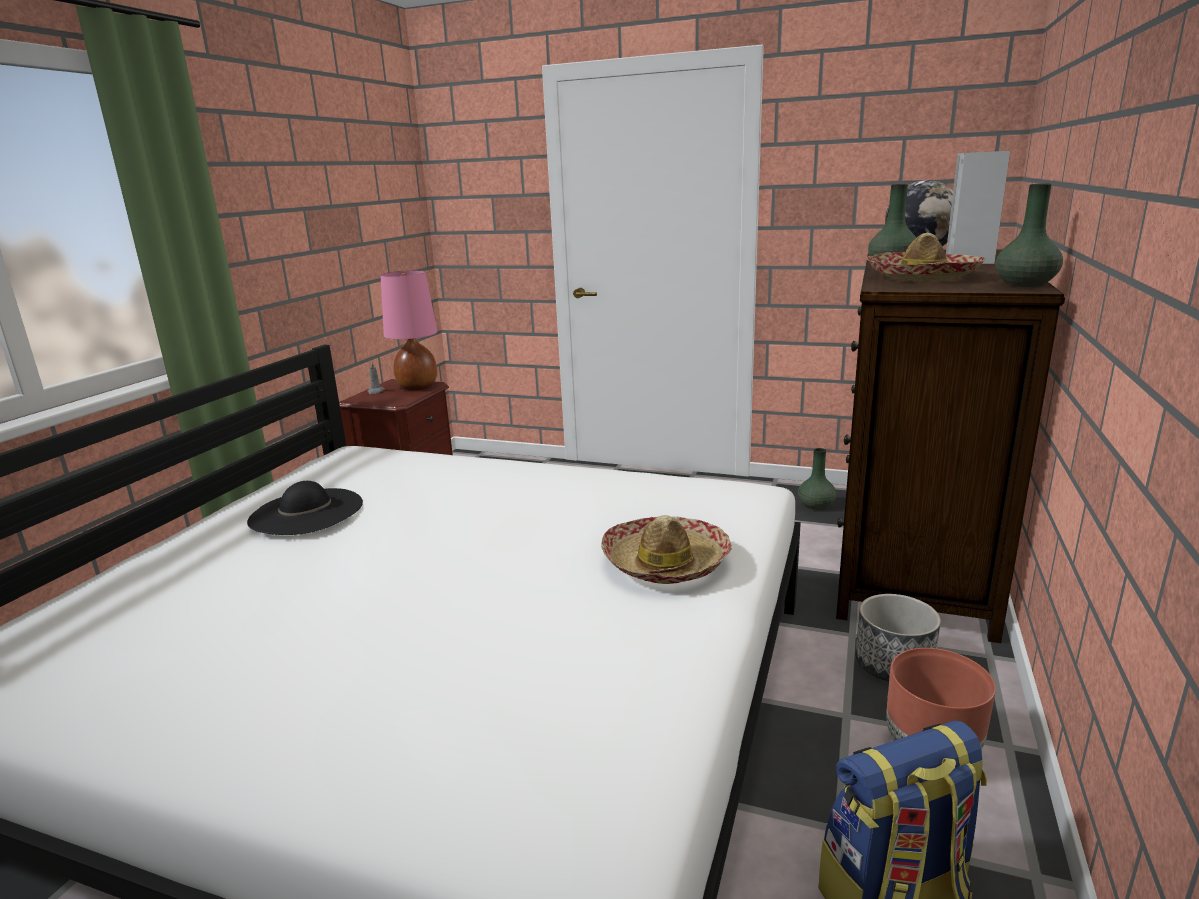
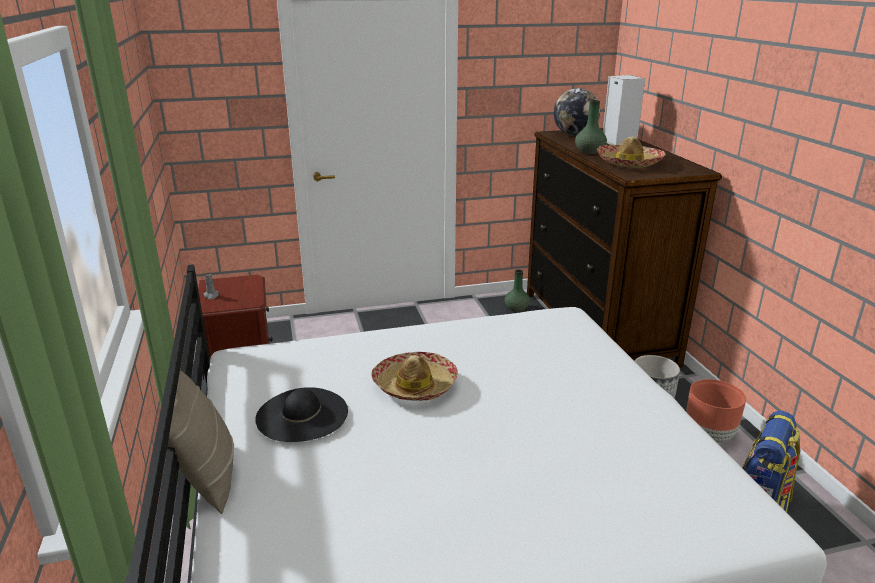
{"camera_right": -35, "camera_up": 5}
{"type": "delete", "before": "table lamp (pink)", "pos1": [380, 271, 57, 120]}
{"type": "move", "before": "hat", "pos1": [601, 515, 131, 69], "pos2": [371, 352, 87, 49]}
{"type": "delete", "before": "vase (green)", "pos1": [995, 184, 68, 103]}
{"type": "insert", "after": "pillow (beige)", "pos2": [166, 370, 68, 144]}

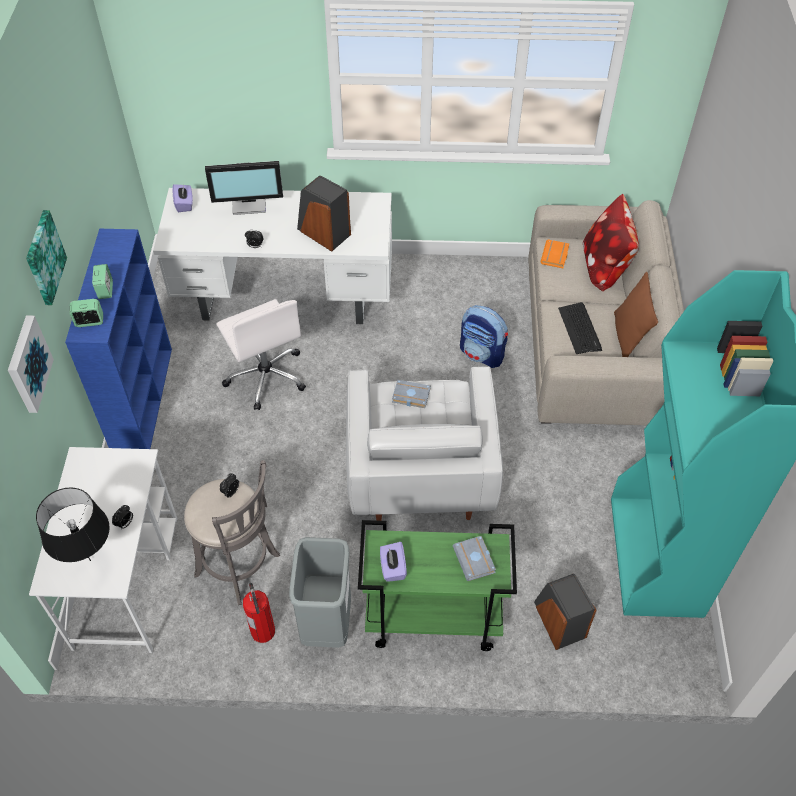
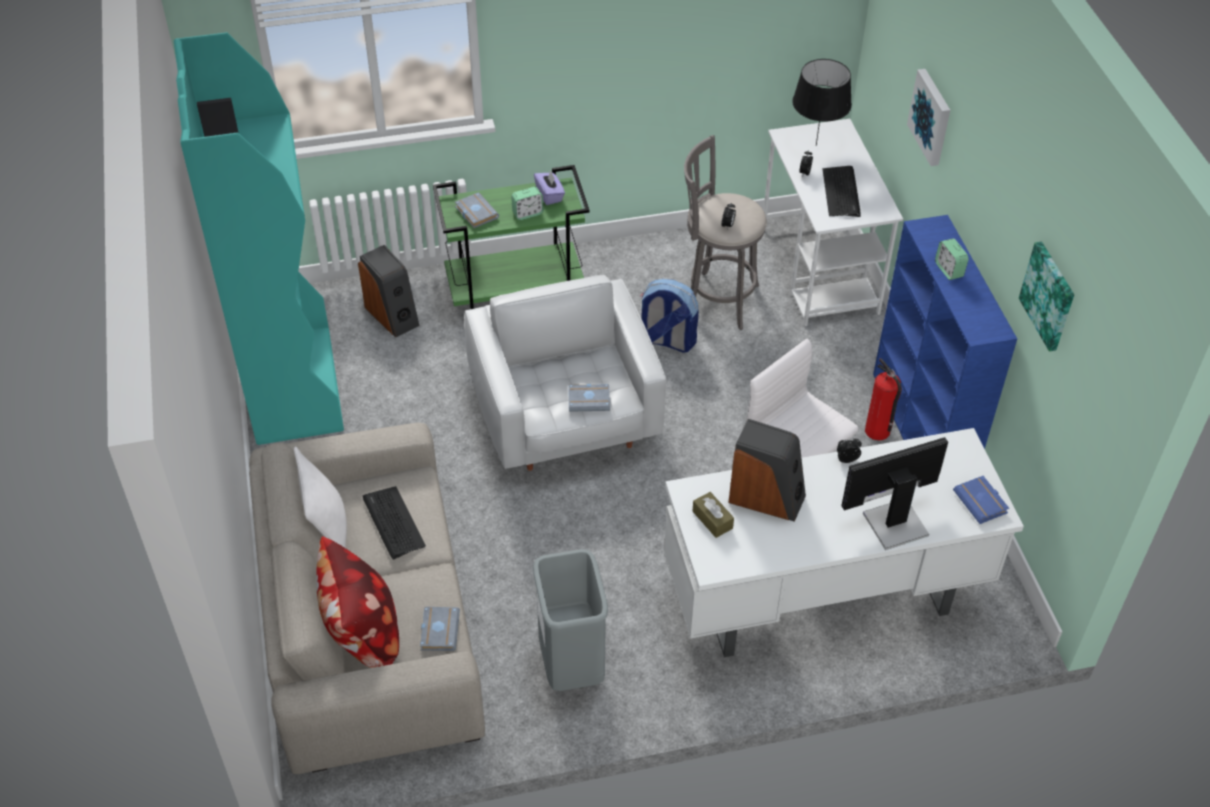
{"camera_right": 165, "camera_up": -5}
{"type": "move", "before": "picture", "pos1": [26, 210, 41, 95], "pos2": [1019, 241, 55, 111]}
{"type": "move", "before": "alarm clock", "pos1": [70, 299, 33, 28], "pos2": [511, 187, 33, 33]}
{"type": "replace", "before": "tissue box (purple)", "after": "book (blue)", "pos1": [172, 184, 21, 28], "pos2": [953, 476, 56, 48]}
{"type": "move", "before": "fire extinguisher", "pos1": [243, 583, 32, 60], "pos2": [865, 358, 37, 83]}
{"type": "move", "before": "trash can (grey)", "pos1": [289, 537, 62, 111], "pos2": [533, 549, 75, 142]}
{"type": "move", "before": "backpack", "pos1": [460, 305, 48, 63], "pos2": [640, 279, 59, 74]}
{"type": "recolor", "before": "book (orange)", "after": "book (grey)", "pos1": [540, 240, 29, 28], "pos2": [420, 607, 40, 44]}
{"type": "recolor", "before": "pillow (brown)", "after": "pillow (white)", "pos1": [614, 272, 44, 85], "pos2": [294, 447, 53, 101]}
{"type": "insert", "after": "tissue box (brown)", "pos2": [692, 492, 42, 46]}
{"type": "insert", "after": "keyboard", "pos2": [823, 166, 38, 51]}

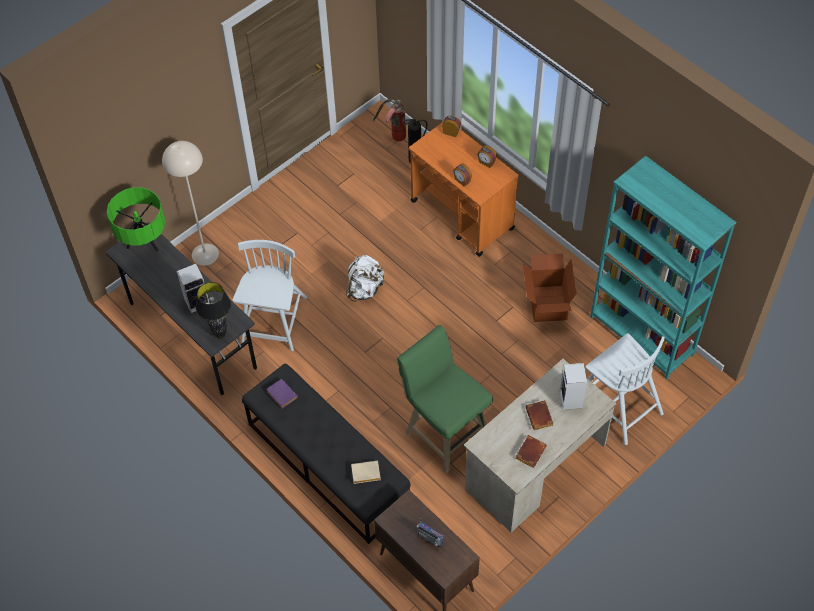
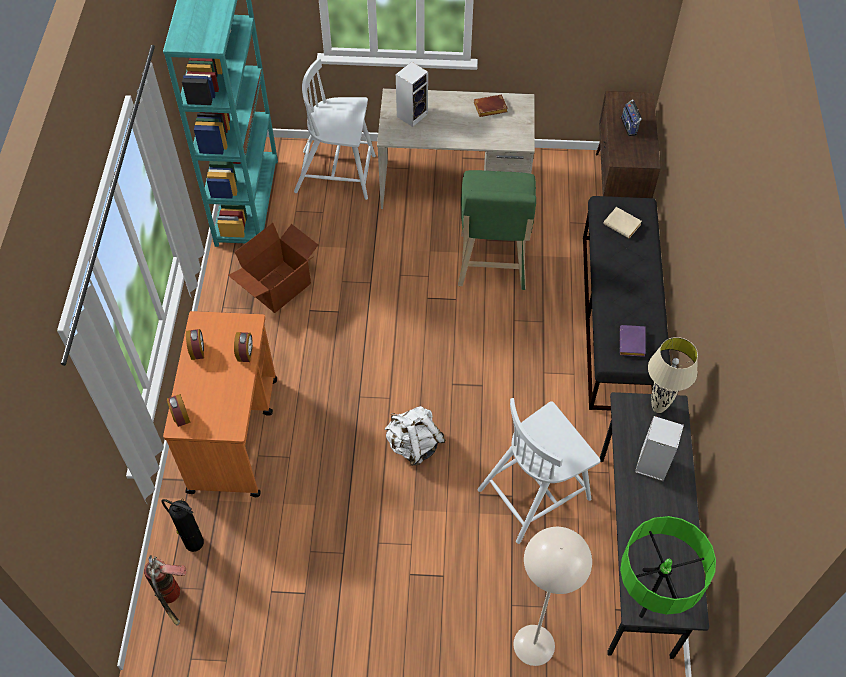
{"camera_right": -135, "camera_up": 0}
{"type": "recolor", "before": "table lamp (black)", "after": "table lamp (beige)", "pos1": [196, 282, 35, 57], "pos2": [648, 337, 50, 76]}
{"type": "delete", "before": "book (brown)", "pos1": [525, 400, 28, 30]}
{"type": "rotate", "before": "chair (white)", "pos1": [585, 333, 80, 112], "pos2": [294, 58, 82, 142], "turn": -90}

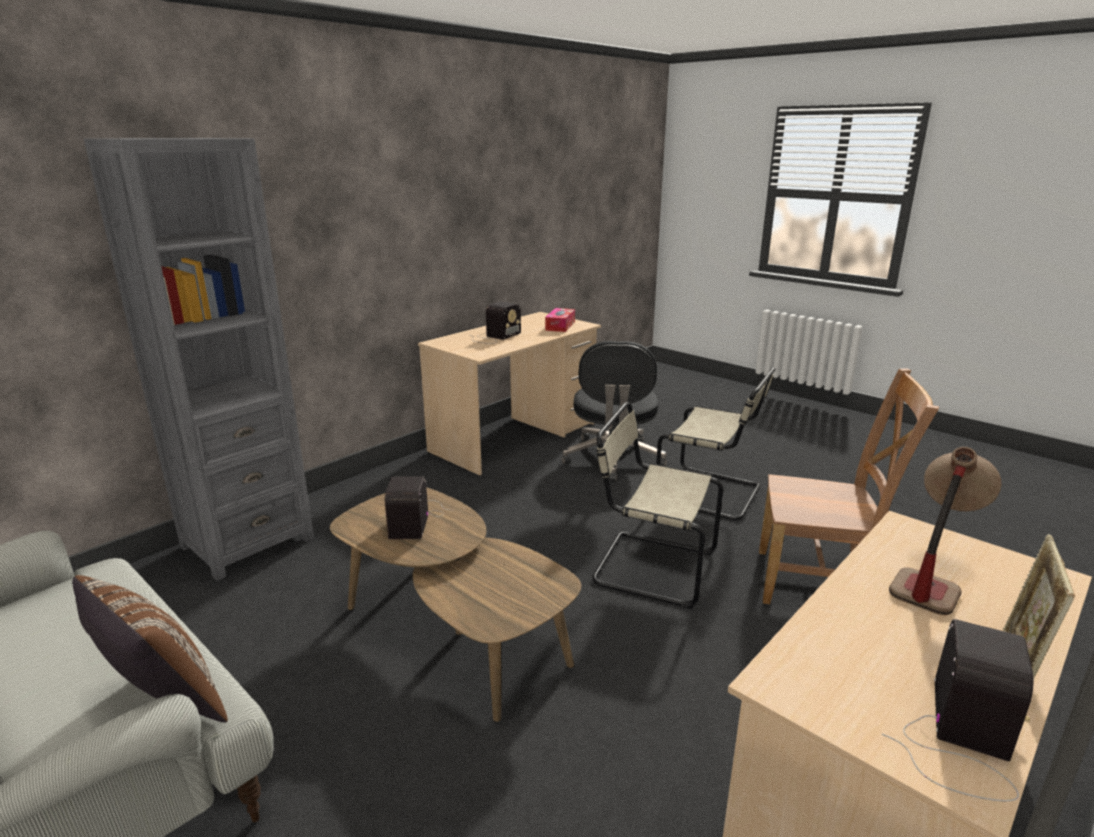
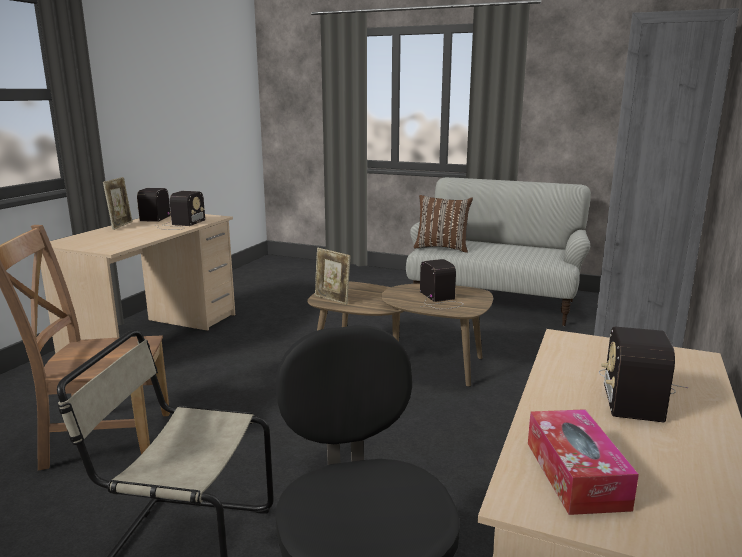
{"camera_right": 160, "camera_up": -5}
{"type": "delete", "before": "chair (beige)", "pos1": [592, 402, 131, 207]}
{"type": "delete", "before": "table lamp", "pos1": [889, 447, 112, 168]}
{"type": "insert", "after": "radio", "pos2": [156, 191, 49, 39]}
{"type": "insert", "after": "picture frame", "pos2": [315, 248, 35, 57]}

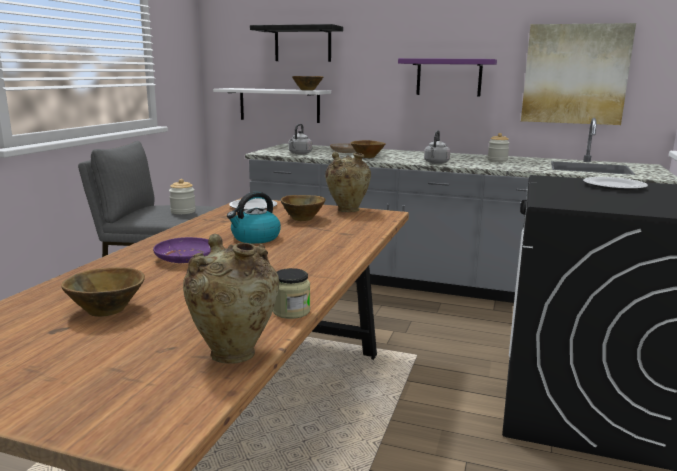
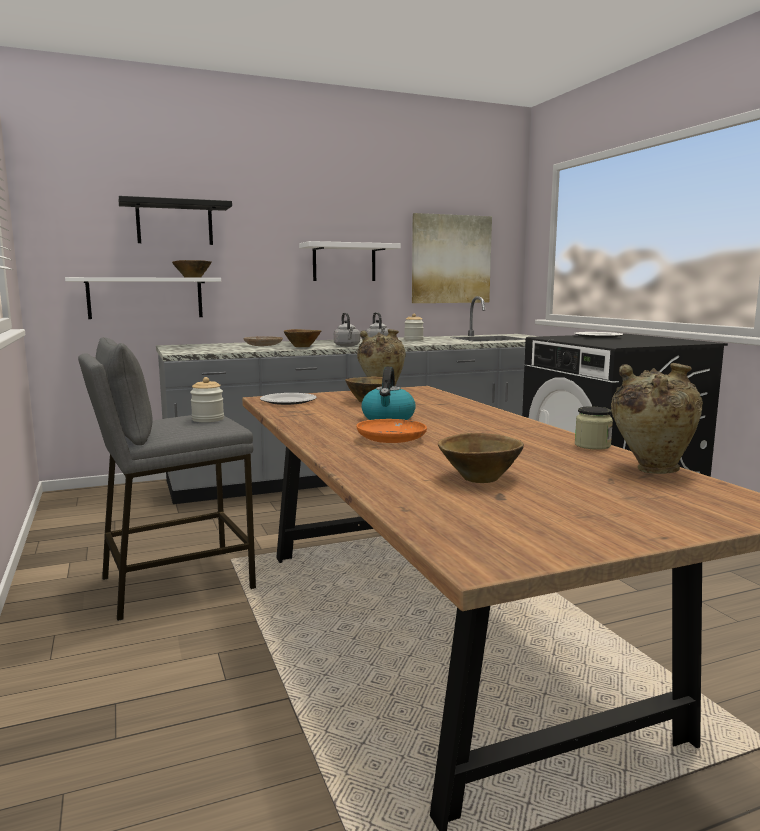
{"camera_right": -40, "camera_up": -5}
{"type": "recolor", "before": "plate (purple)", "after": "plate (orange)", "pos1": [153, 237, 57, 26], "pos2": [356, 419, 71, 24]}
{"type": "move", "before": "kettle (grey)", "pos1": [289, 124, 23, 30], "pos2": [334, 313, 26, 34]}
{"type": "recolor", "before": "shelf (purple)", "after": "shelf (white)", "pos1": [398, 58, 99, 38], "pos2": [299, 241, 102, 40]}

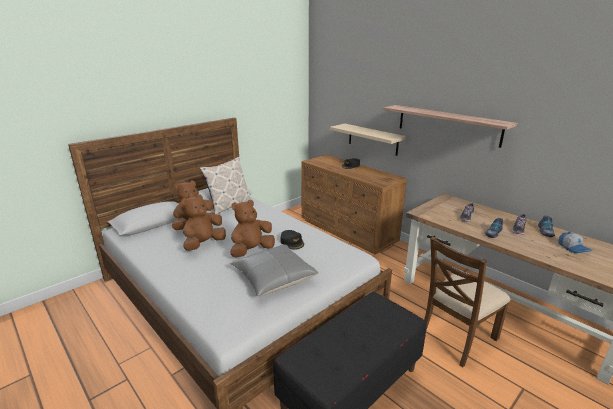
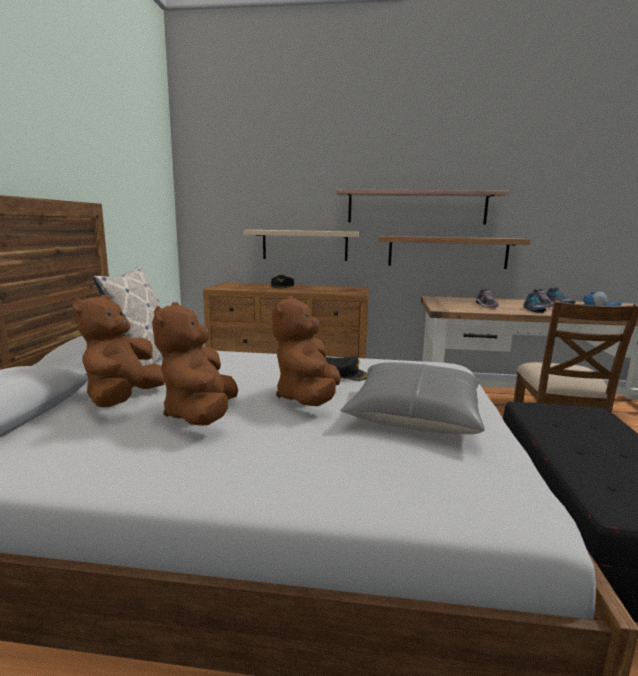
{"camera_right": -40, "camera_up": -10}
{"type": "insert", "after": "shelf", "pos2": [379, 236, 152, 33]}

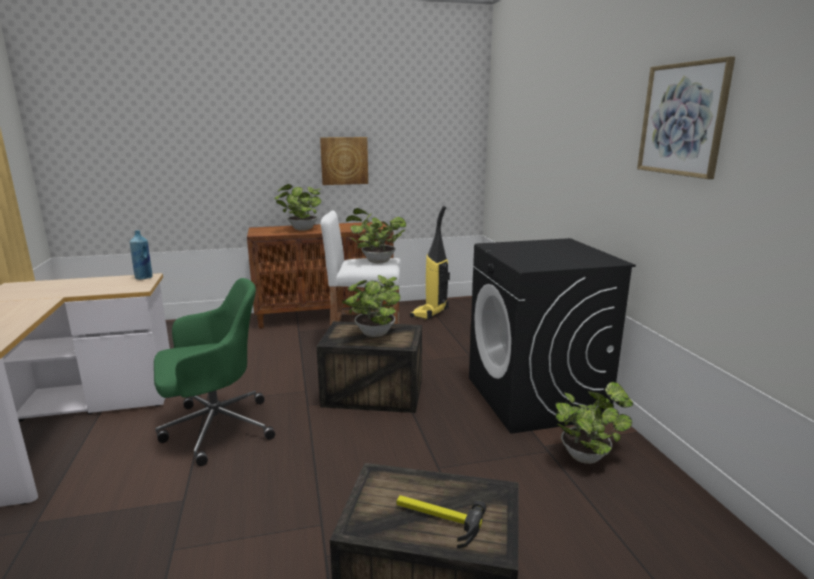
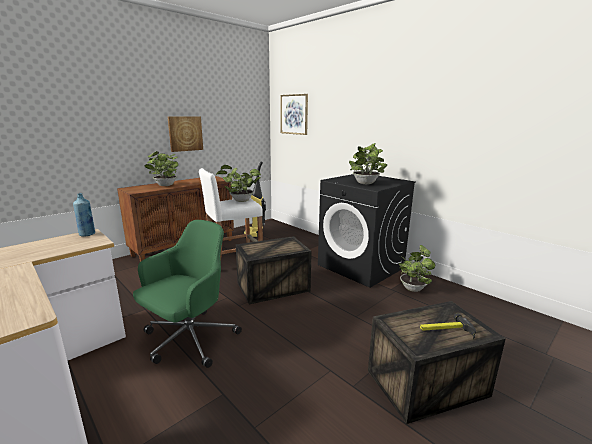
{"camera_right": -30, "camera_up": 0}
{"type": "move", "before": "potted plant", "pos1": [342, 275, 59, 62], "pos2": [349, 143, 38, 41]}
{"type": "move", "before": "picture", "pos1": [637, 56, 98, 123], "pos2": [280, 94, 28, 41]}

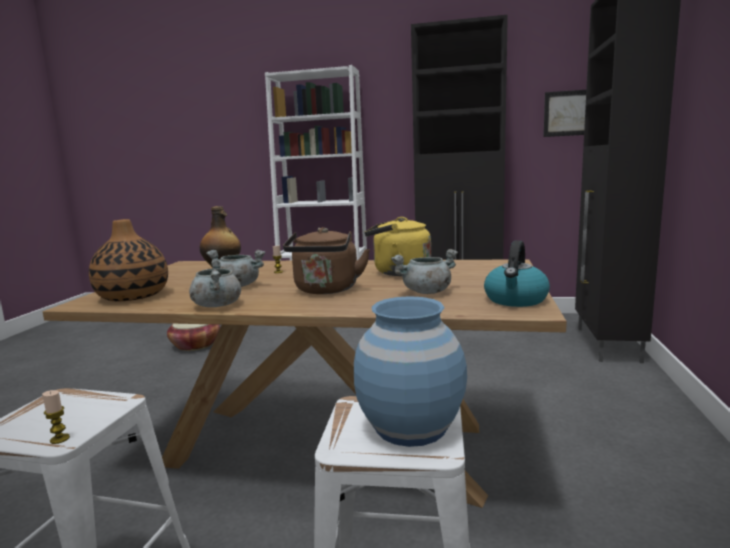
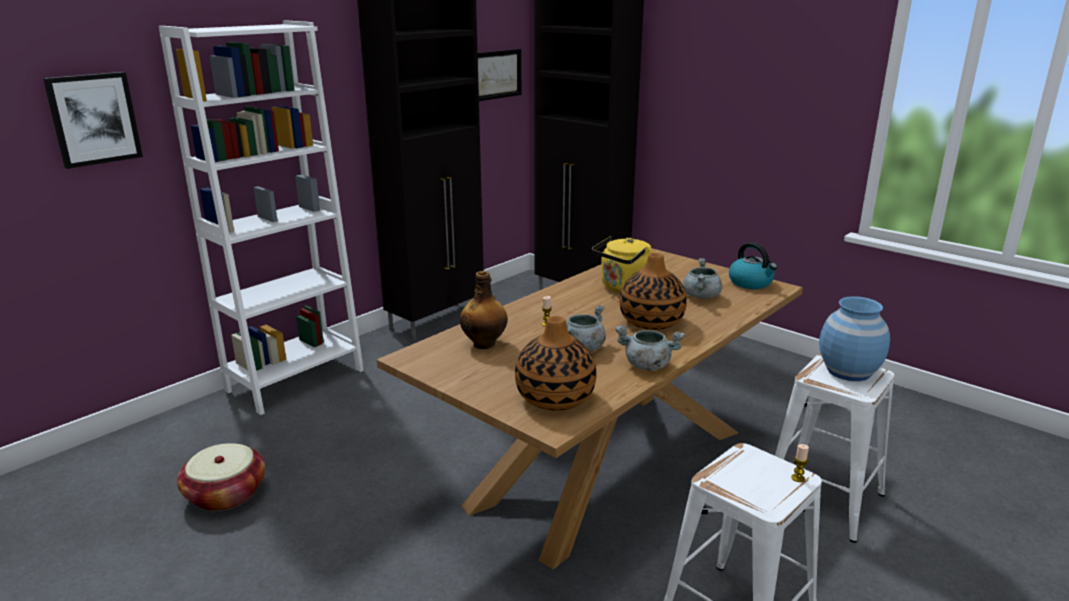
{"camera_right": -60, "camera_up": 10}
{"type": "replace", "before": "kettle (brown)", "after": "vase", "pos1": [283, 227, 87, 67], "pos2": [619, 253, 68, 77]}
{"type": "insert", "after": "picture", "pos2": [43, 72, 100, 97]}

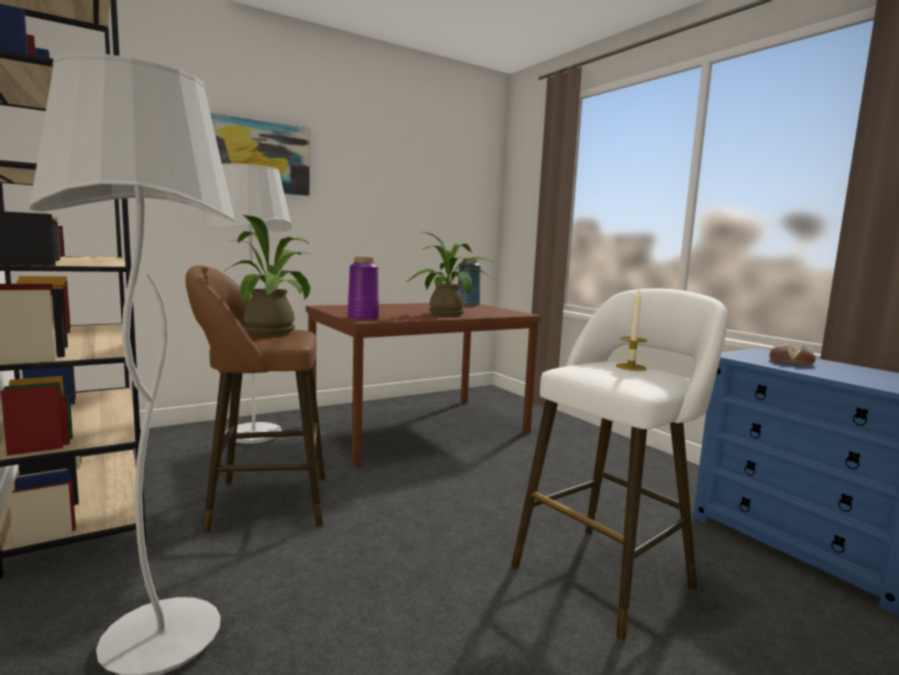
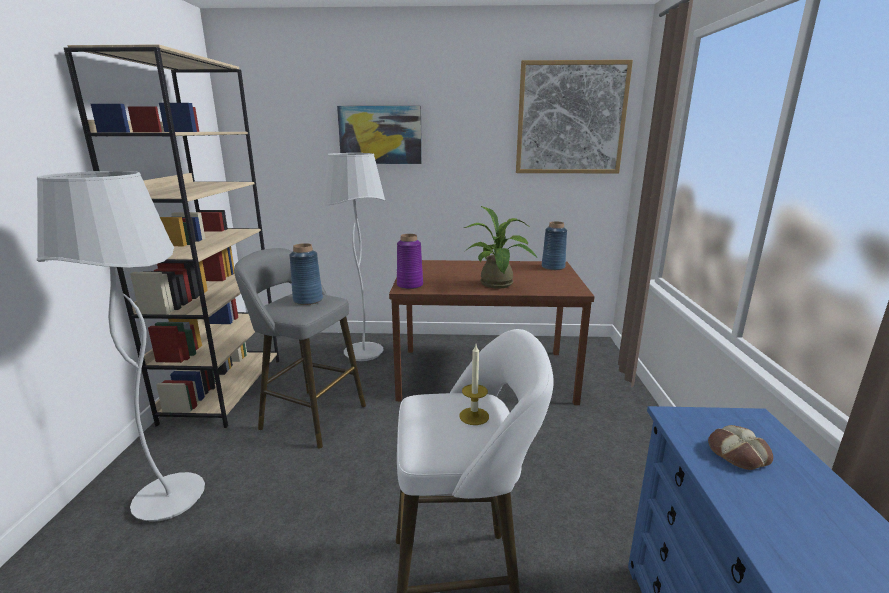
{"camera_right": 35, "camera_up": 10}
{"type": "recolor", "before": "stool (brown)", "after": "stool (grey)", "pos1": [185, 265, 140, 268], "pos2": [234, 248, 132, 201]}
{"type": "replace", "before": "potted plant", "after": "vase (blue)", "pos1": [225, 215, 86, 120], "pos2": [289, 243, 34, 62]}
{"type": "insert", "after": "picture", "pos2": [516, 60, 117, 113]}

